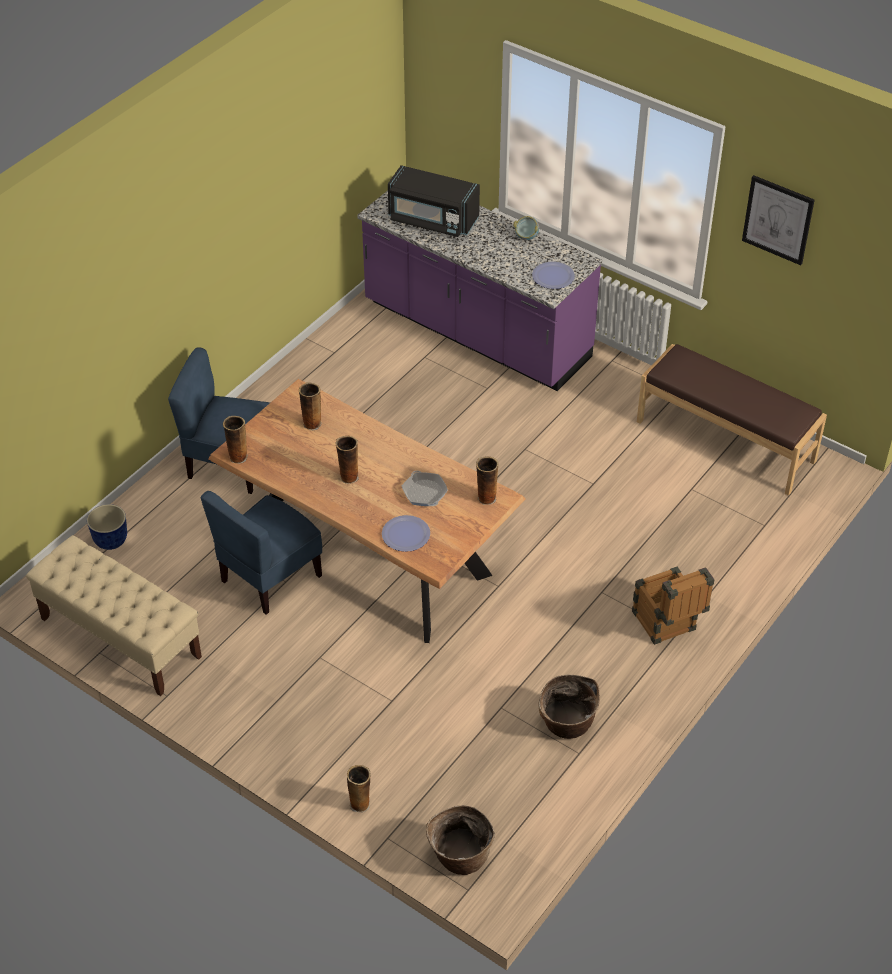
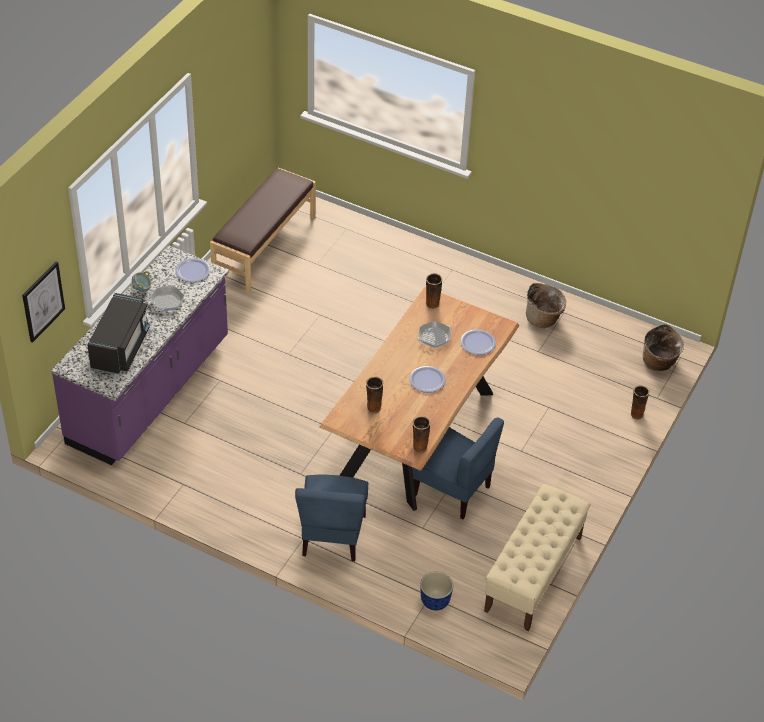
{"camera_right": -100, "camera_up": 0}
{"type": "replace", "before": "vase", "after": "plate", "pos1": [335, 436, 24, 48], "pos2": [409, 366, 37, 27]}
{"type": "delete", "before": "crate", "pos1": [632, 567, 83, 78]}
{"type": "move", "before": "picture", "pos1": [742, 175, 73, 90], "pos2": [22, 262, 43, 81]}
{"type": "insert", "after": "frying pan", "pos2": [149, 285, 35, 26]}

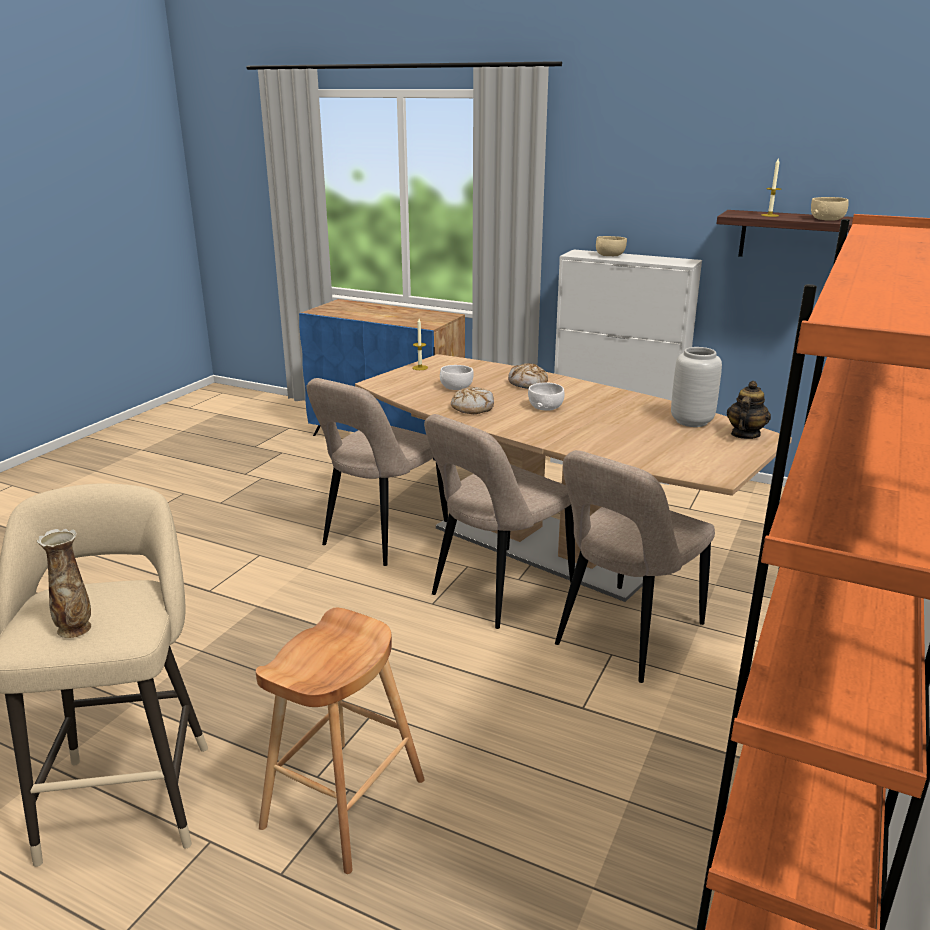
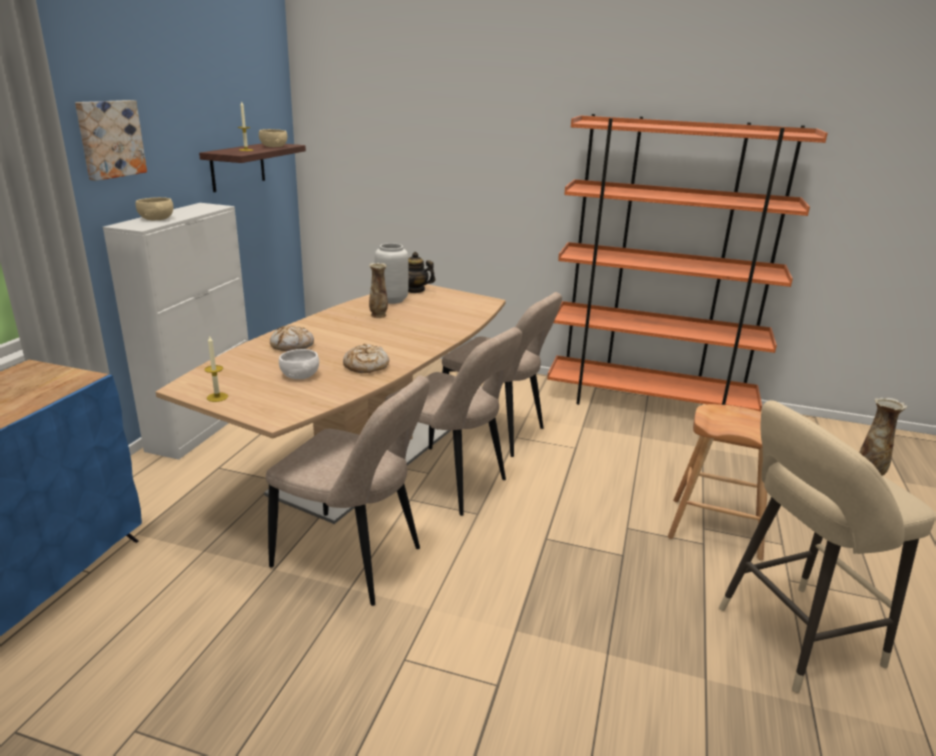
{"camera_right": -100, "camera_up": 0}
{"type": "delete", "before": "bowl (white)", "pos1": [528, 382, 37, 29]}
{"type": "insert", "after": "picture", "pos2": [75, 100, 72, 81]}
{"type": "insert", "after": "vase", "pos2": [369, 263, 19, 55]}

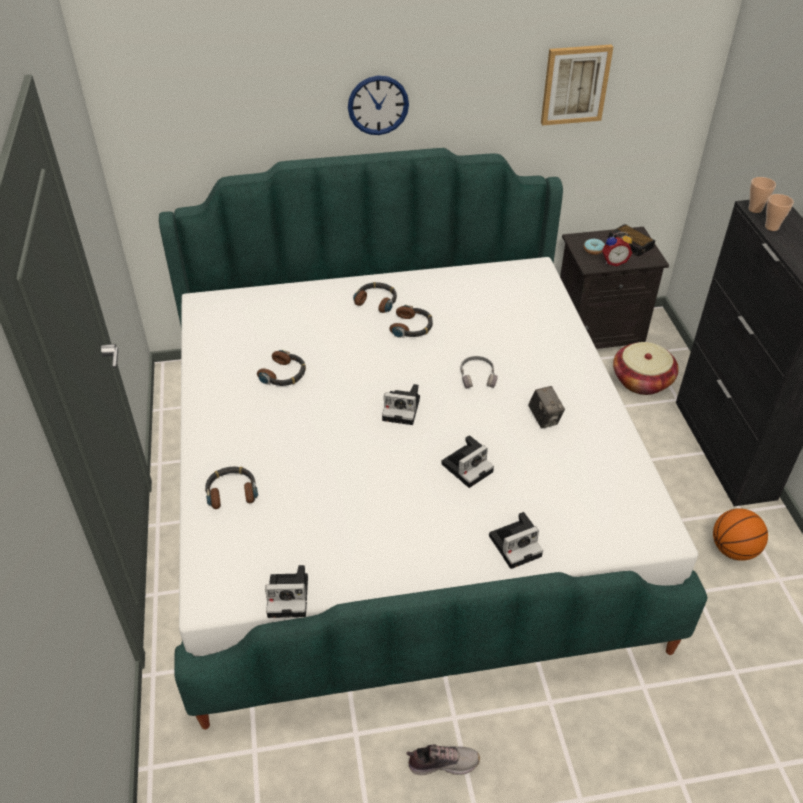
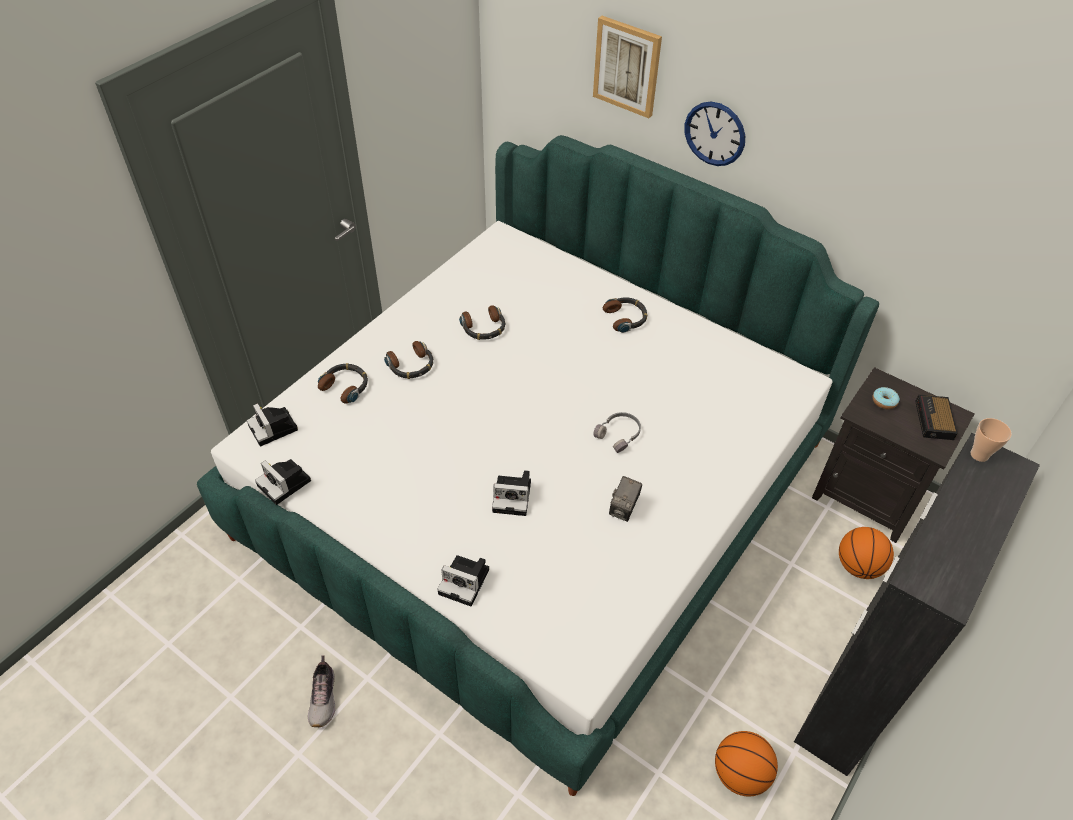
{"camera_right": 45, "camera_up": 5}
{"type": "move", "before": "photo camera", "pos1": [382, 384, 38, 41], "pos2": [247, 403, 51, 44]}
{"type": "move", "before": "headphones", "pos1": [389, 305, 44, 33], "pos2": [384, 341, 49, 38]}
{"type": "rotate", "before": "shoe", "pos1": [407, 744, 73, 31], "pos2": [308, 655, 27, 72], "turn": 45}
{"type": "move", "before": "picture", "pos1": [541, 44, 72, 82], "pos2": [593, 16, 69, 102]}
{"type": "delete", "before": "alarm clock", "pos1": [602, 232, 30, 34]}
{"type": "replace", "before": "basket", "after": "basketball", "pos1": [613, 342, 66, 53], "pos2": [839, 527, 55, 52]}
{"type": "delete", "before": "cup", "pos1": [765, 194, 29, 37]}

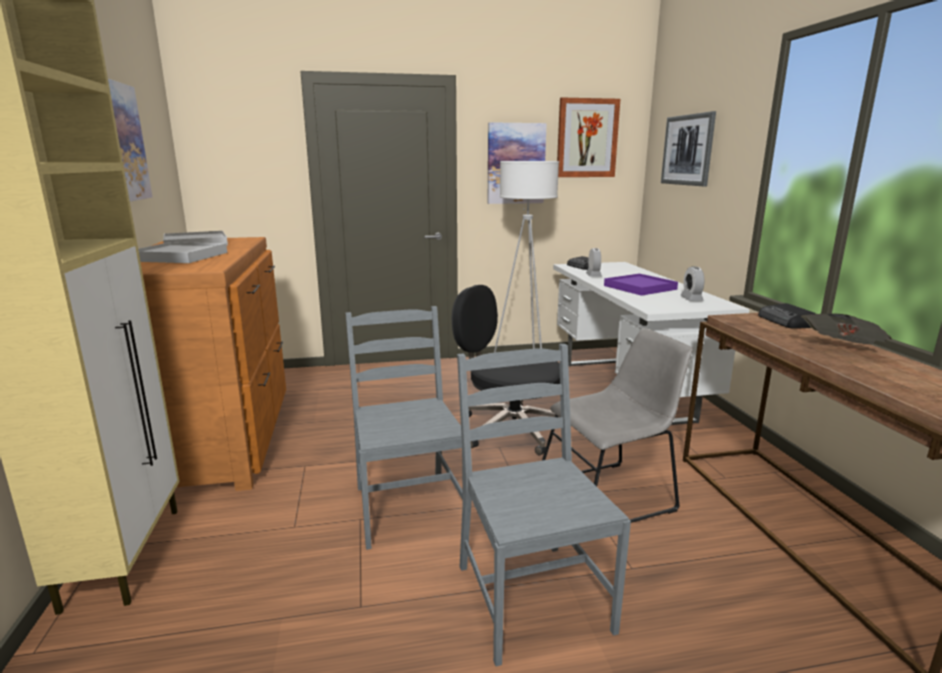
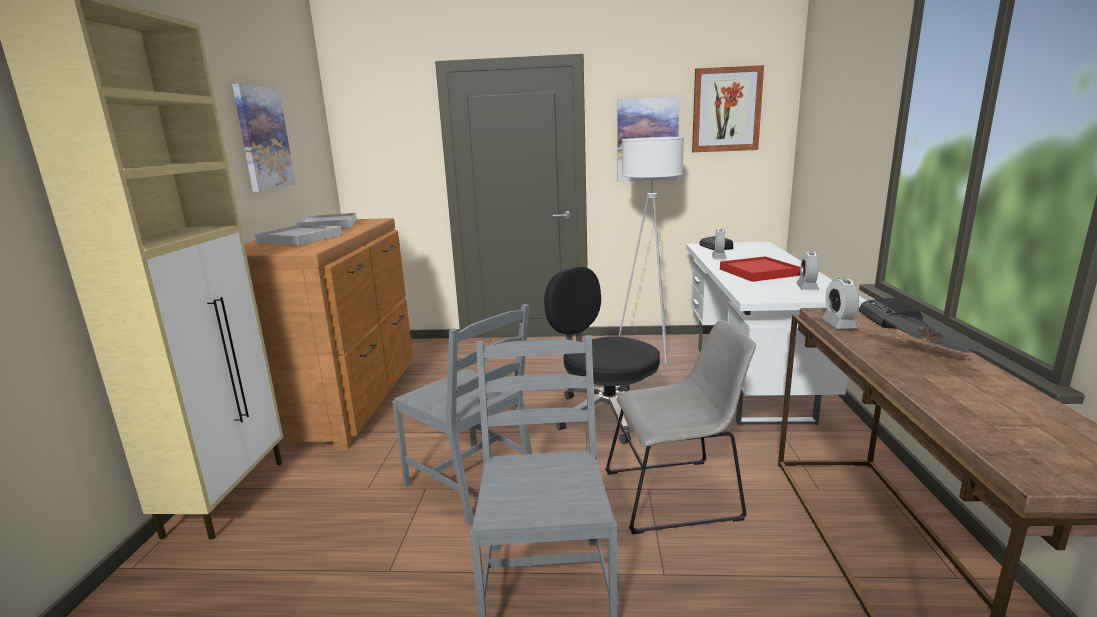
{"camera_right": 15, "camera_up": 0}
{"type": "rotate", "before": "chair (grey)", "pos1": [346, 306, 118, 244], "pos2": [392, 304, 140, 222], "turn": 135}
{"type": "recolor", "before": "tray (purple)", "after": "tray (red)", "pos1": [604, 274, 74, 22], "pos2": [720, 256, 80, 26]}
{"type": "delete", "before": "picture", "pos1": [661, 111, 55, 75]}
{"type": "insert", "after": "alarm clock", "pos2": [821, 278, 38, 51]}

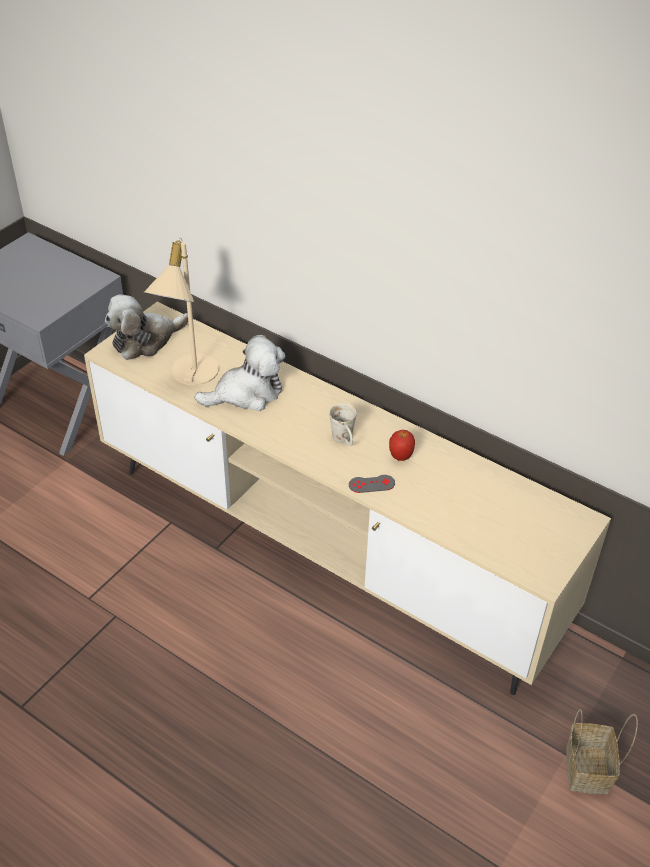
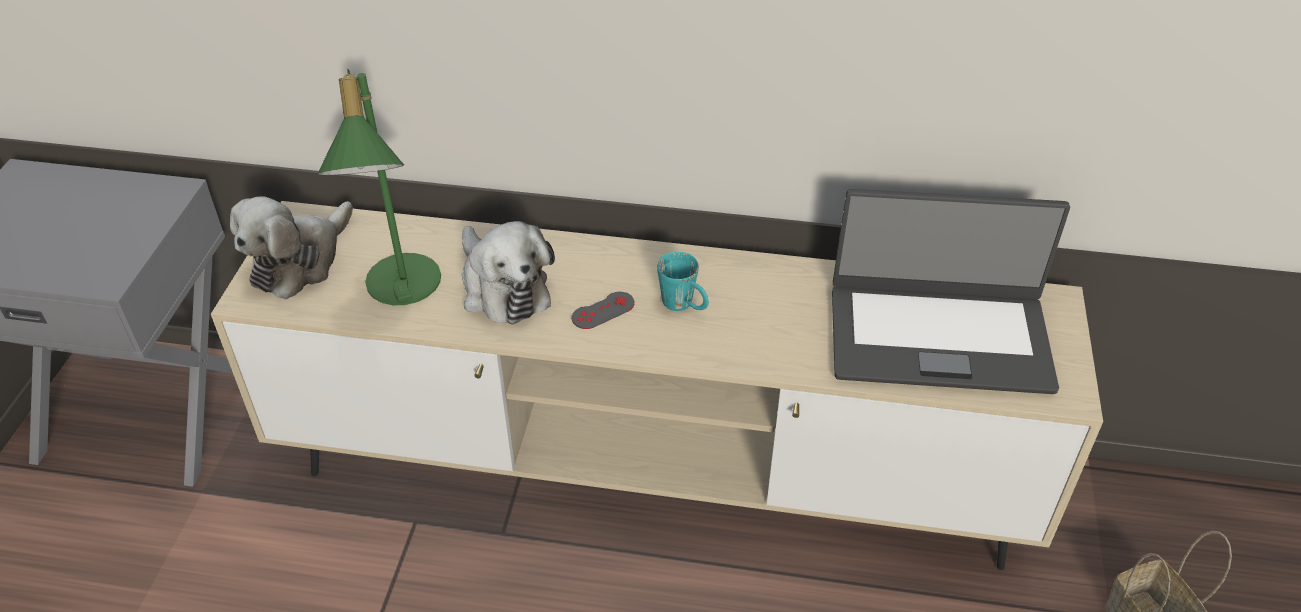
{"camera_right": -25, "camera_up": 0}
{"type": "recolor", "before": "table lamp (beige)", "after": "table lamp (green)", "pos1": [144, 237, 75, 148], "pos2": [317, 69, 124, 236]}
{"type": "rotate", "before": "plush toy", "pos1": [194, 335, 91, 76], "pos2": [462, 221, 93, 104], "turn": 105}
{"type": "recolor", "before": "mug (white)", "after": "mug (turquoise)", "pos1": [329, 404, 28, 42], "pos2": [657, 252, 52, 59]}
{"type": "move", "before": "game controller (grey)", "pos1": [349, 475, 46, 18], "pos2": [572, 292, 62, 37]}
{"type": "delete", "before": "apple", "pos1": [389, 430, 26, 31]}
{"type": "insert", "after": "laptop", "pos2": [832, 189, 238, 205]}

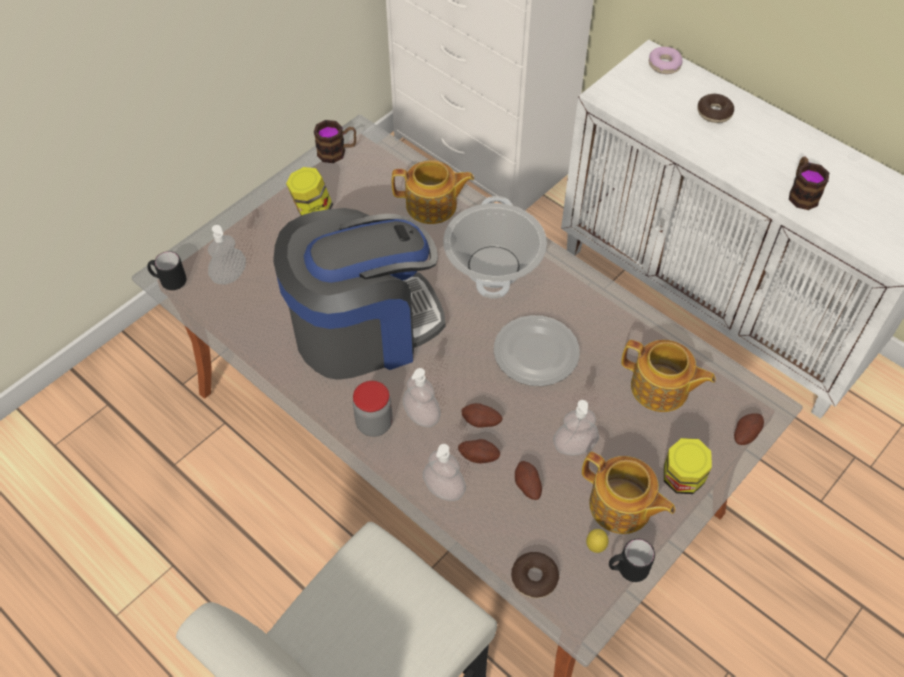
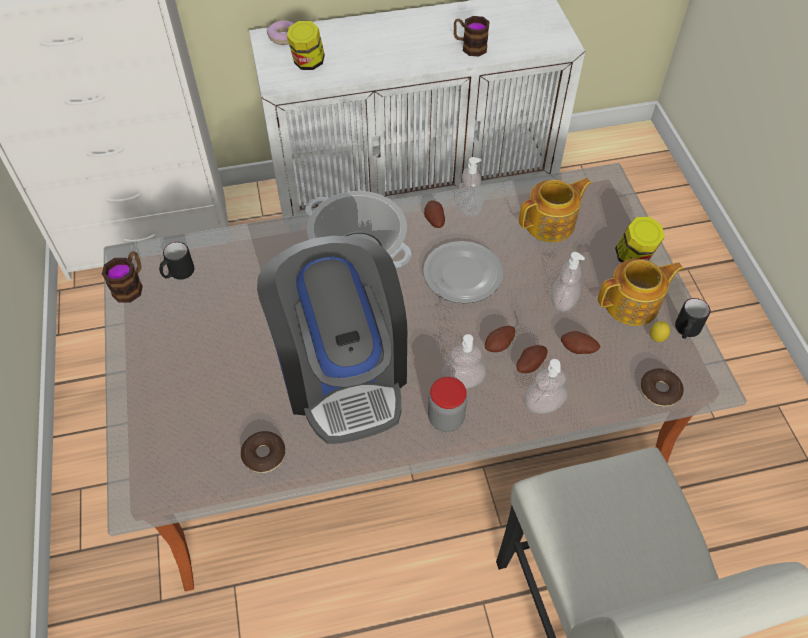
{"camera_right": -55, "camera_up": 0}
{"type": "move", "before": "mug (black)", "pos1": [147, 251, 39, 39], "pos2": [159, 242, 35, 38]}
{"type": "move", "before": "soap dispenser", "pos1": [208, 225, 38, 60], "pos2": [456, 157, 27, 59]}
{"type": "rotate", "before": "coffee machine", "pos1": [273, 208, 173, 172], "pos2": [257, 236, 150, 208], "turn": 150}
{"type": "move", "before": "jar", "pos1": [286, 167, 47, 48], "pos2": [287, 21, 38, 49]}
{"type": "delete", "before": "teapot", "pos1": [392, 160, 82, 64]}
{"type": "move", "before": "donut", "pos1": [697, 94, 37, 29], "pos2": [241, 431, 45, 42]}
{"type": "move", "before": "potato", "pos1": [734, 413, 30, 32], "pos2": [424, 200, 21, 28]}

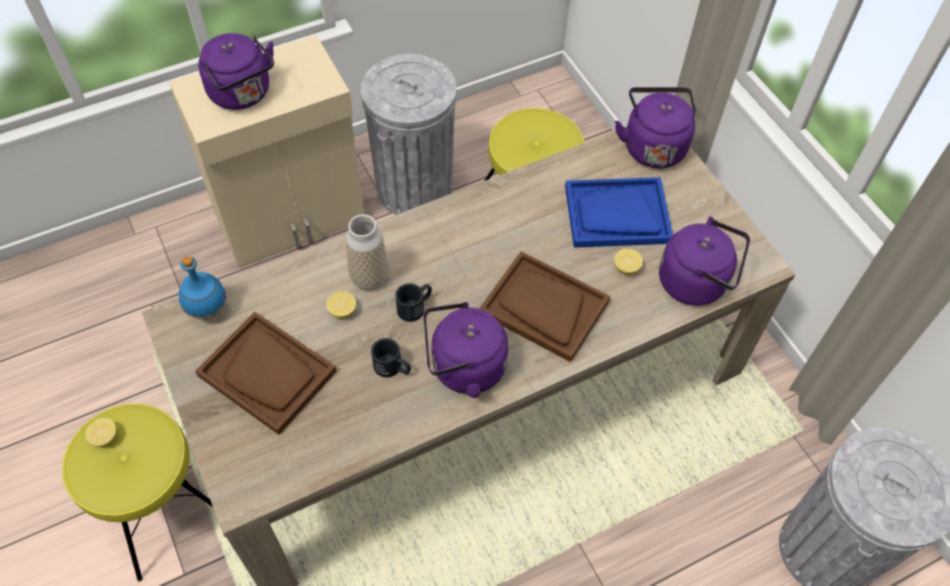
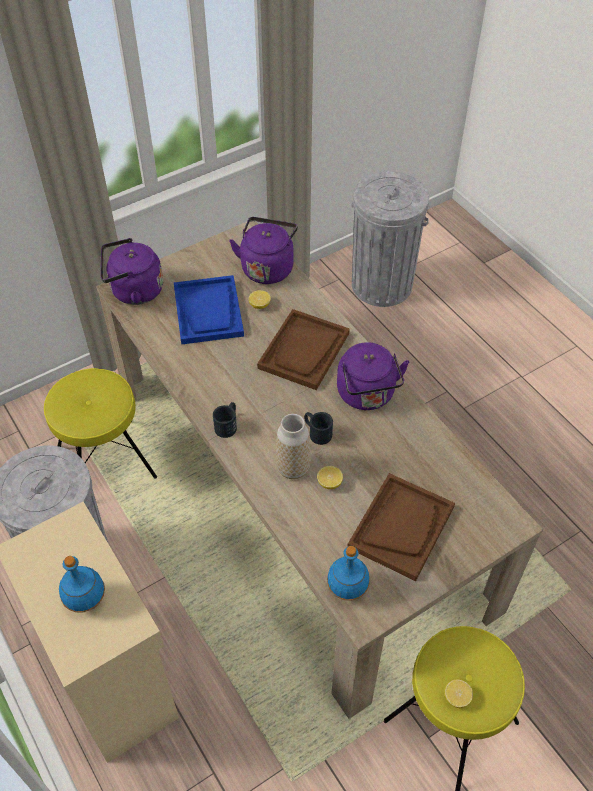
{"camera_right": -95, "camera_up": -5}
{"type": "replace", "before": "kettle (purple)", "after": "bottle (blue)", "pos1": [198, 33, 76, 77], "pos2": [59, 556, 46, 57]}
{"type": "move", "before": "mug (black)", "pos1": [371, 338, 40, 39], "pos2": [213, 402, 24, 36]}

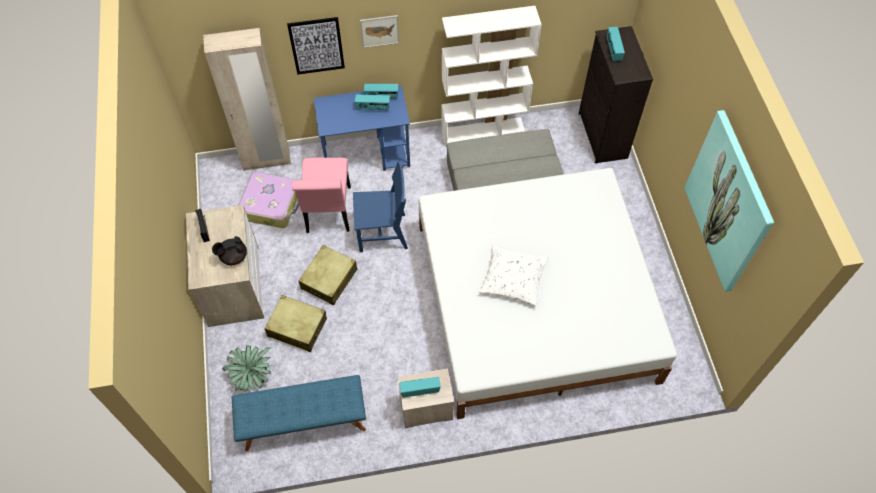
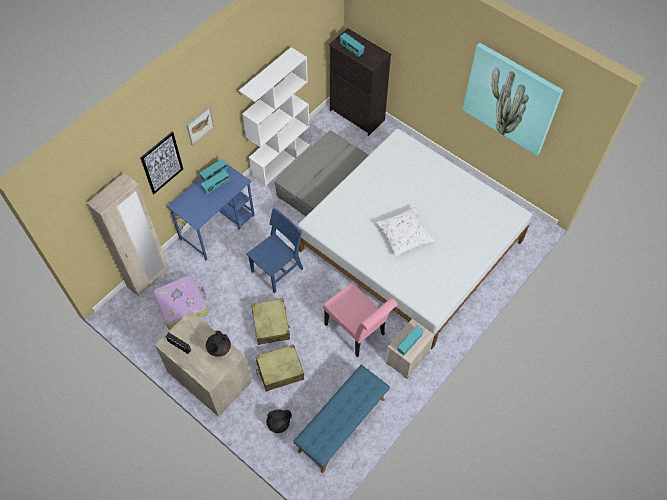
{"camera_right": -40, "camera_up": 0}
{"type": "replace", "before": "potted plant", "after": "teapot (black)", "pos1": [222, 345, 49, 47], "pos2": [266, 410, 26, 23]}
{"type": "move", "before": "chair (pink)", "pos1": [292, 158, 59, 75], "pos2": [323, 283, 75, 74]}

